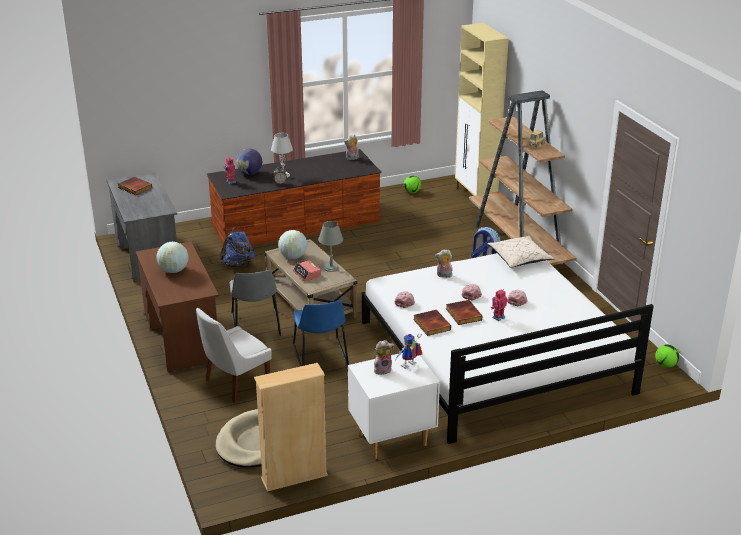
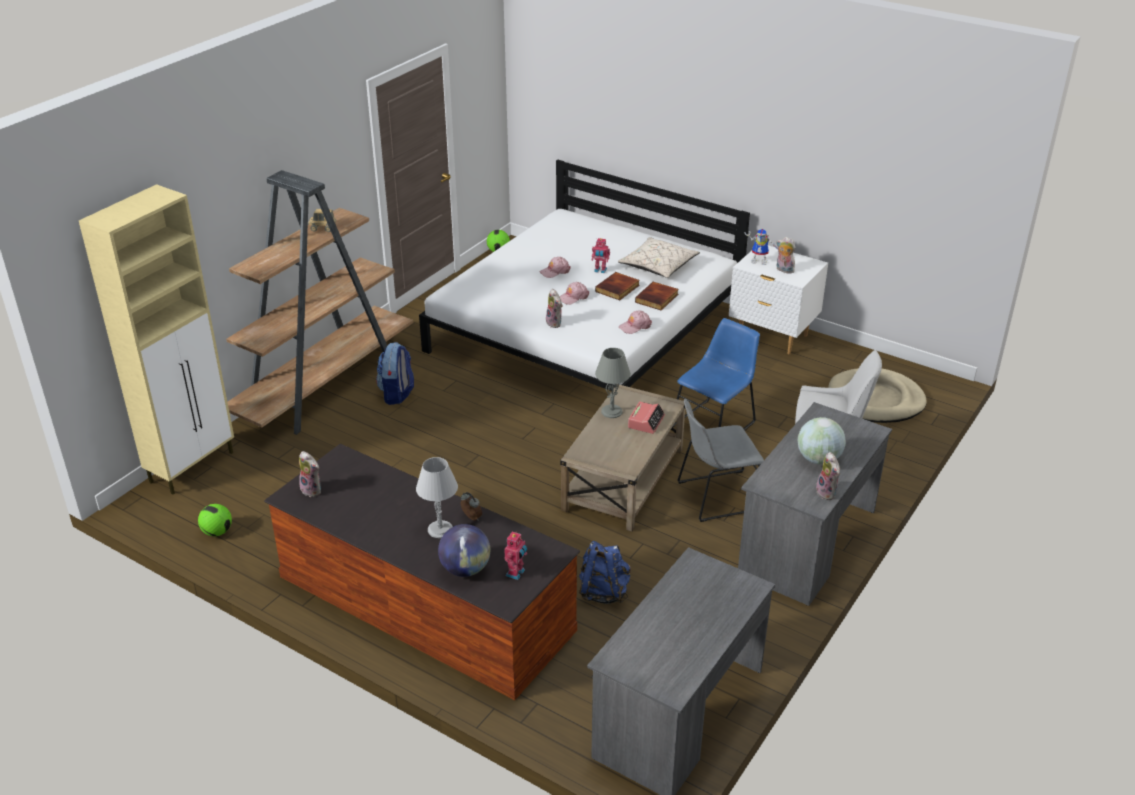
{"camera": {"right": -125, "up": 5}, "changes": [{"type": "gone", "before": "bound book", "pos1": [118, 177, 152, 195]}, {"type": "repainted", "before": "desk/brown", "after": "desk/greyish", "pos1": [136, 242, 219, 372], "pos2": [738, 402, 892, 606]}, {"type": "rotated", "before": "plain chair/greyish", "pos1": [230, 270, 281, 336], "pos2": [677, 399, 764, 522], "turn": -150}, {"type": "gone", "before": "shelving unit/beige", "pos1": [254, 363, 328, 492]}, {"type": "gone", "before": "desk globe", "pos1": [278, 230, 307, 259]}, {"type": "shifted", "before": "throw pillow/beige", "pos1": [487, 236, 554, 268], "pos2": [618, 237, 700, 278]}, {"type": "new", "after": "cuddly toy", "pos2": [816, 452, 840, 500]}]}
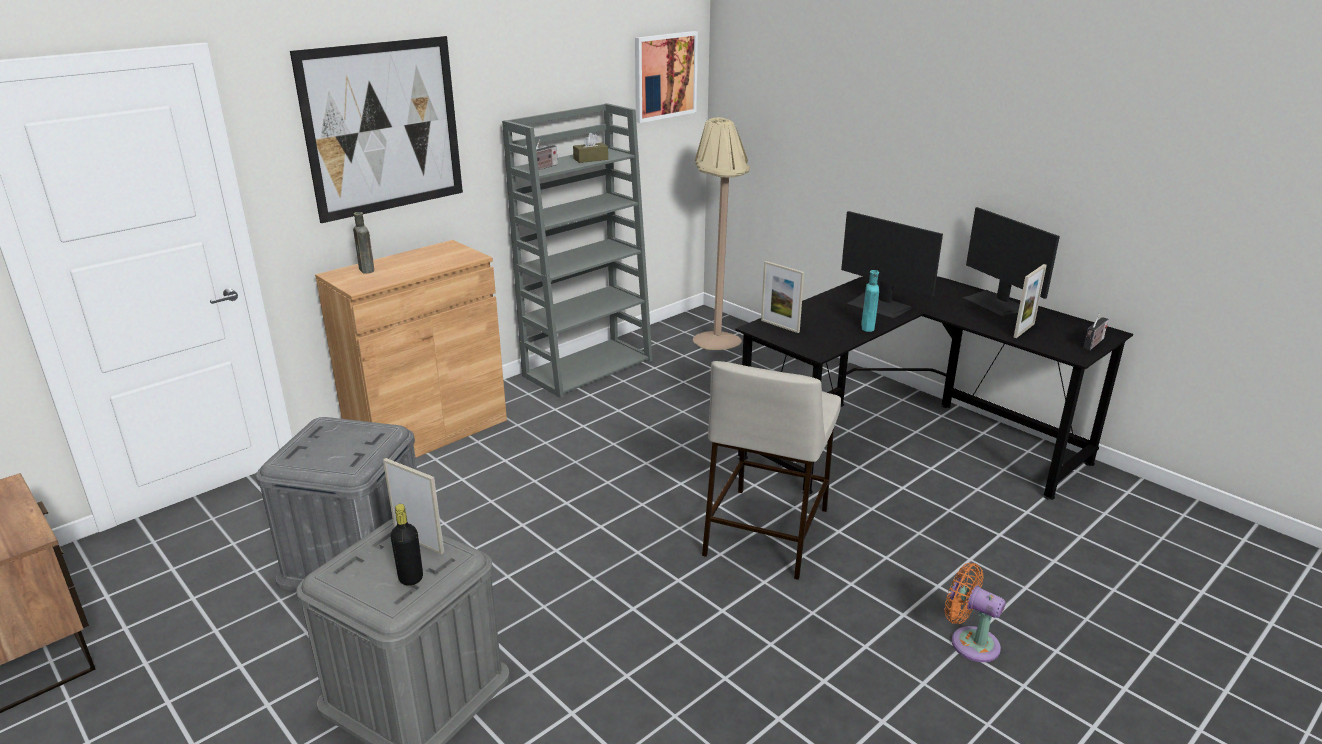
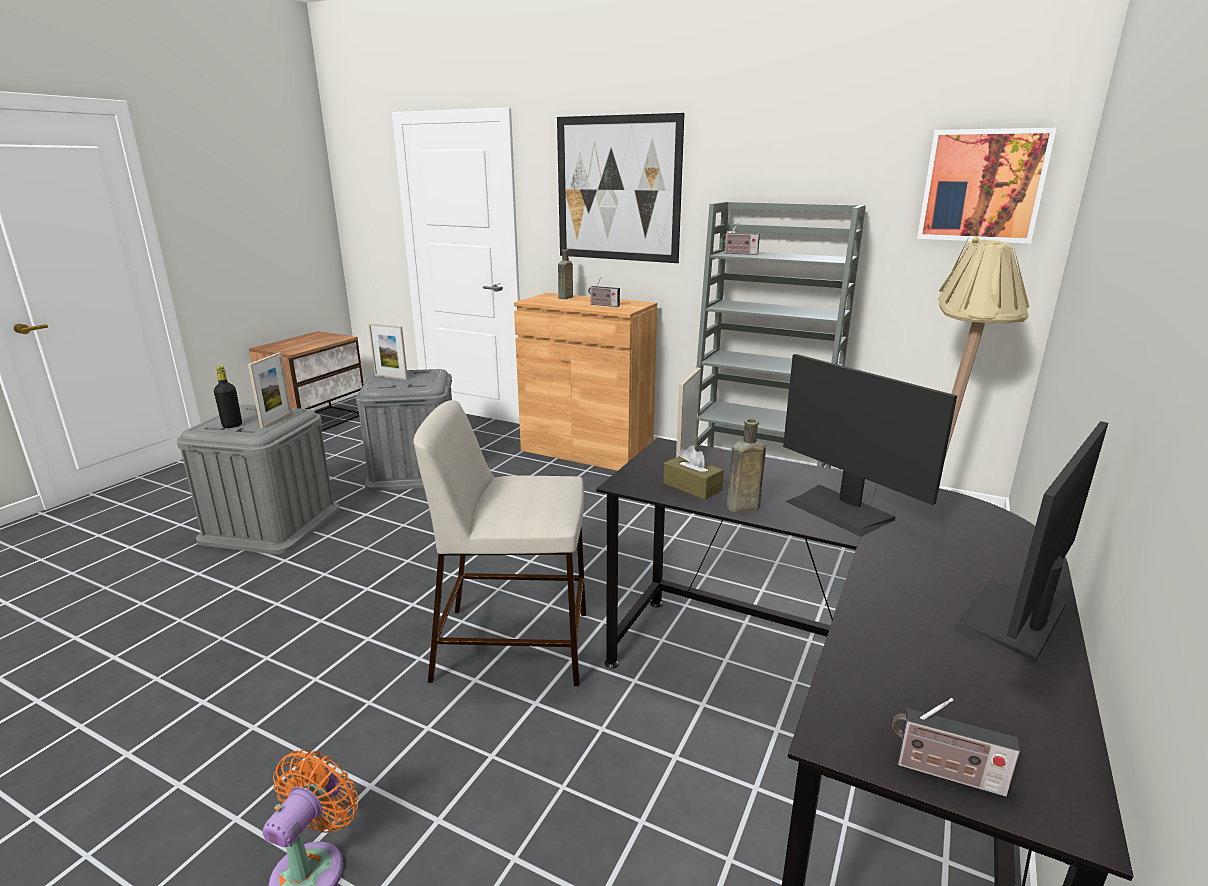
{"camera": {"right": 70, "up": -5}, "changes": [{"type": "shifted", "before": "tissue box/brown", "pos1": [573, 133, 608, 163], "pos2": [663, 445, 724, 500]}, {"type": "rotated", "before": "monitor", "pos1": [841, 211, 943, 318], "pos2": [783, 354, 957, 537], "turn": -60}, {"type": "repainted", "before": "beverage bottle/turquoise-coloured", "after": "beverage bottle/brown", "pos1": [861, 270, 879, 332], "pos2": [727, 419, 766, 513]}, {"type": "shifted", "before": "photo frame", "pos1": [1013, 264, 1047, 338], "pos2": [368, 323, 408, 380]}, {"type": "new", "after": "radio", "pos2": [588, 277, 620, 307]}]}
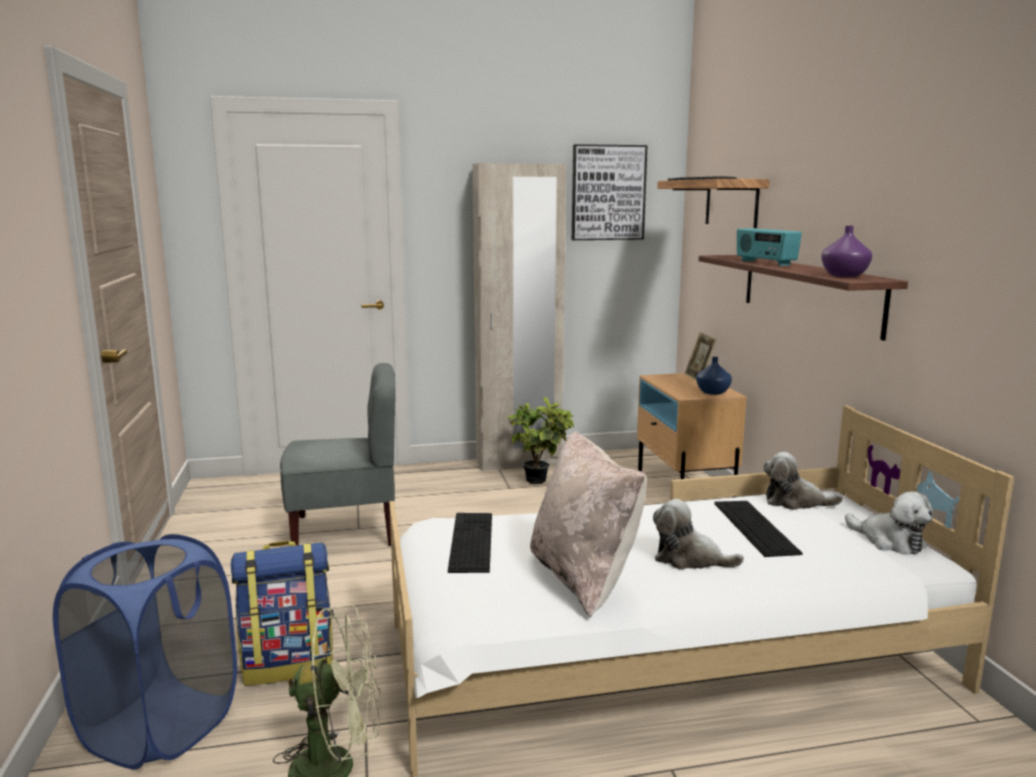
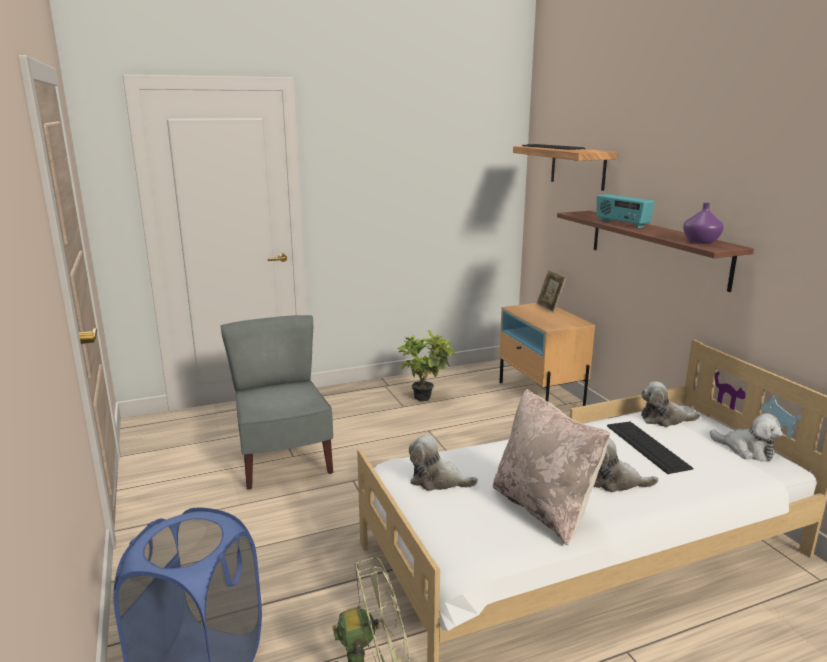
{"camera": {"right": -10, "up": 5}, "changes": [{"type": "gone", "before": "backpack", "pos1": [231, 541, 333, 685]}, {"type": "rotated", "before": "plain chair/greyish", "pos1": [280, 363, 395, 546], "pos2": [220, 315, 333, 490], "turn": -90}, {"type": "swapped", "before": "keyboard", "after": "cuddly toy", "pos1": [448, 513, 492, 573], "pos2": [409, 434, 478, 491]}, {"type": "gone", "before": "clothes cupboard/beige", "pos1": [472, 163, 566, 471]}, {"type": "gone", "before": "wall art", "pos1": [572, 144, 648, 240]}, {"type": "gone", "before": "decorative vase/blue-coloured", "pos1": [696, 357, 732, 395]}]}
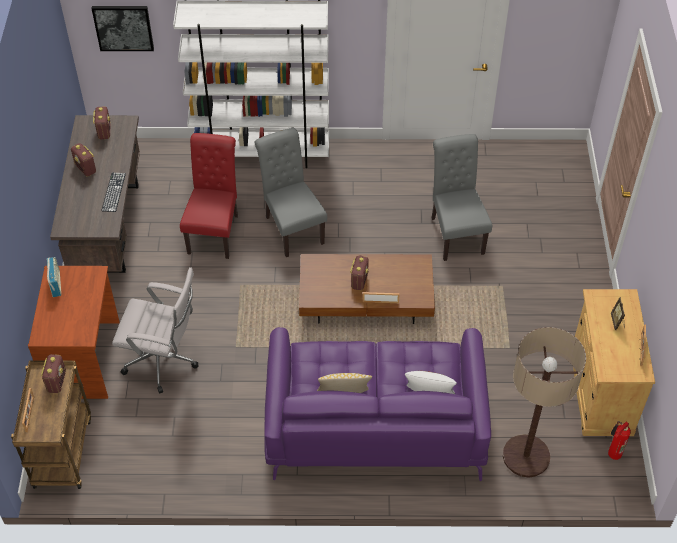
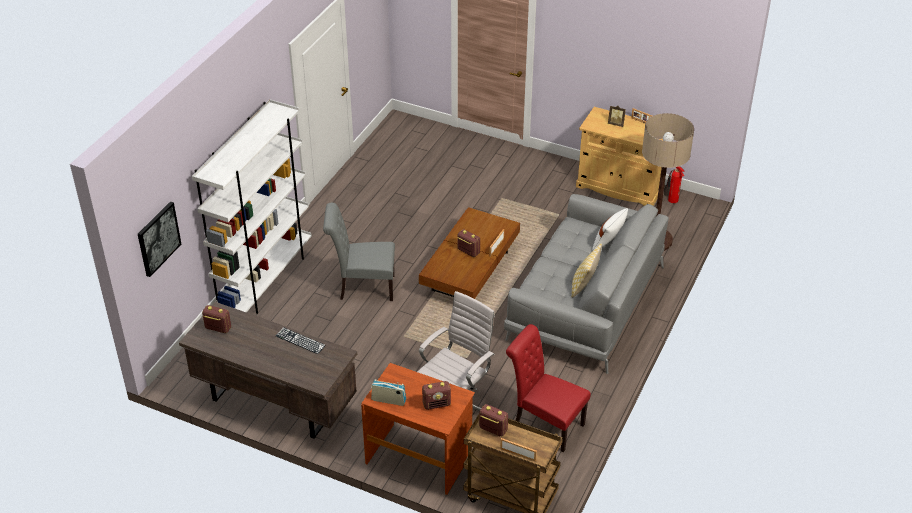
{"camera": {"right": -65, "up": -10}, "changes": [{"type": "shifted", "before": "radio", "pos1": [71, 143, 96, 177], "pos2": [422, 381, 451, 410]}, {"type": "shifted", "before": "plain chair/reddish", "pos1": [180, 133, 238, 259], "pos2": [506, 324, 591, 453]}, {"type": "repainted", "before": "couch/purple", "after": "couch/greyish", "pos1": [264, 327, 491, 481], "pos2": [504, 194, 669, 374]}, {"type": "gone", "before": "plain chair/greyish", "pos1": [432, 134, 492, 261]}]}
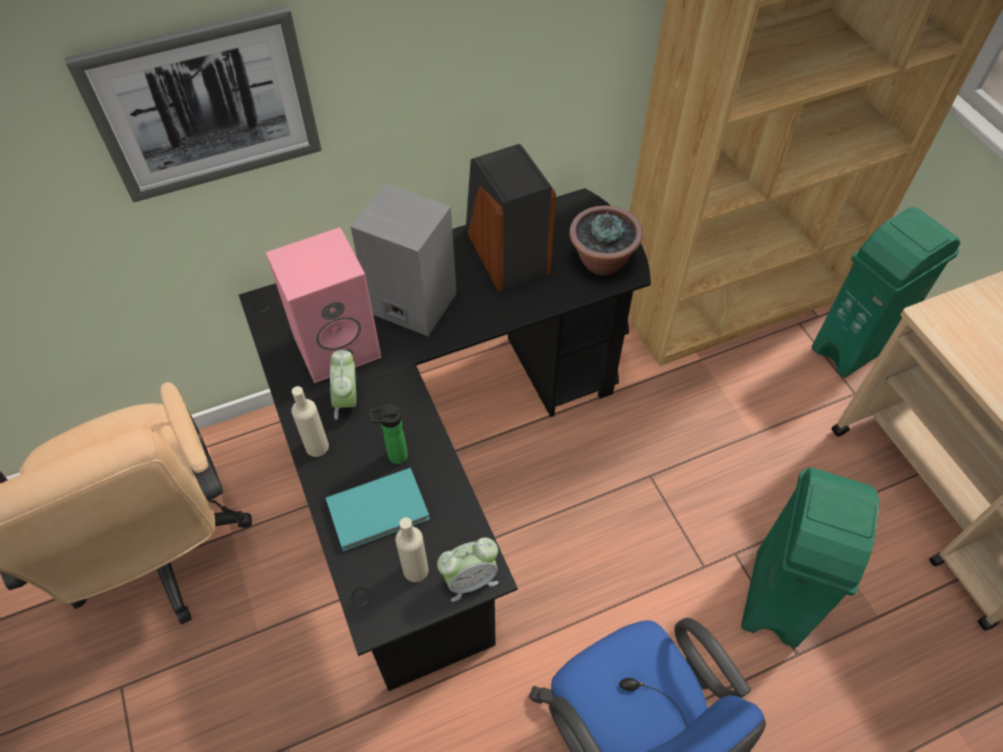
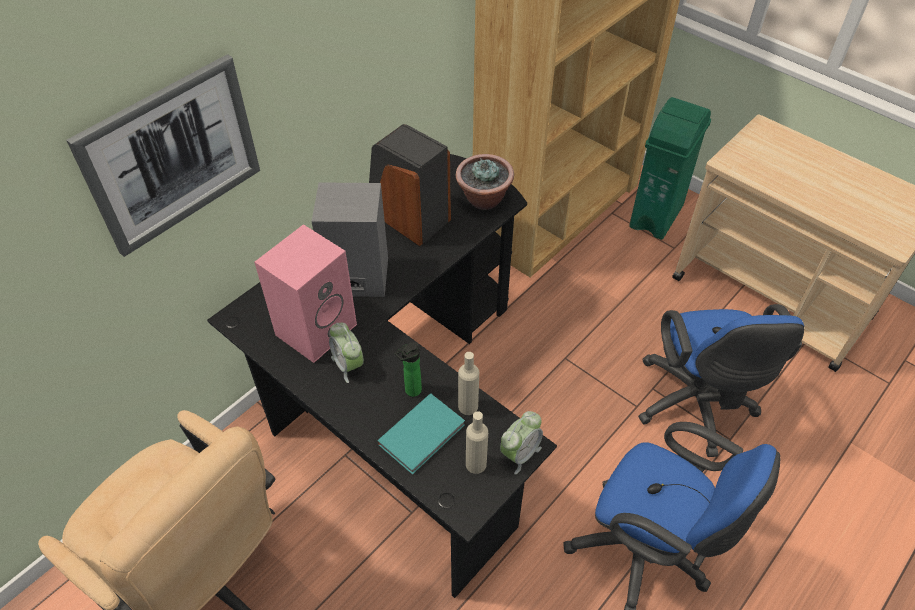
{"camera": {"right": -25, "up": -5}, "changes": [{"type": "shifted", "before": "beverage bottle/beige", "pos1": [291, 386, 329, 457], "pos2": [458, 352, 479, 415]}, {"type": "swapped", "before": "waste bin/greenish", "after": "computer chair/blue-coloured", "pos1": [741, 467, 880, 648], "pos2": [638, 304, 804, 457]}]}
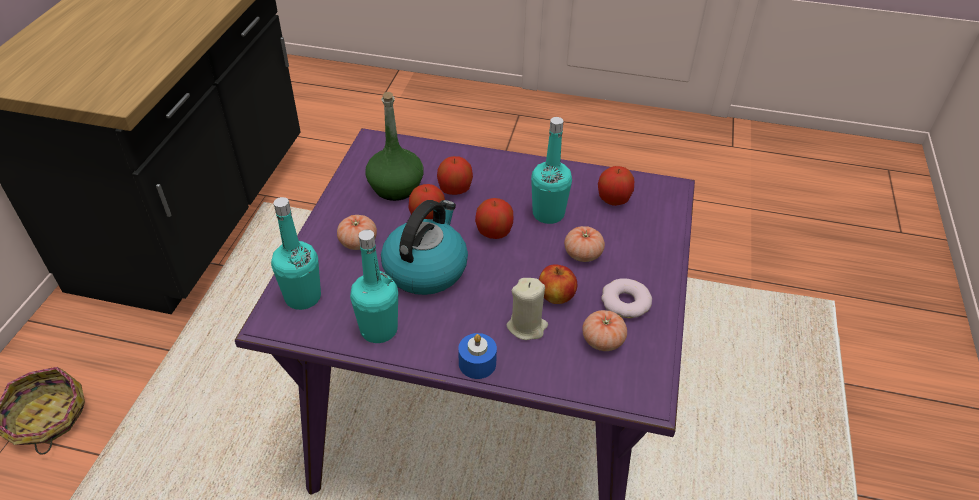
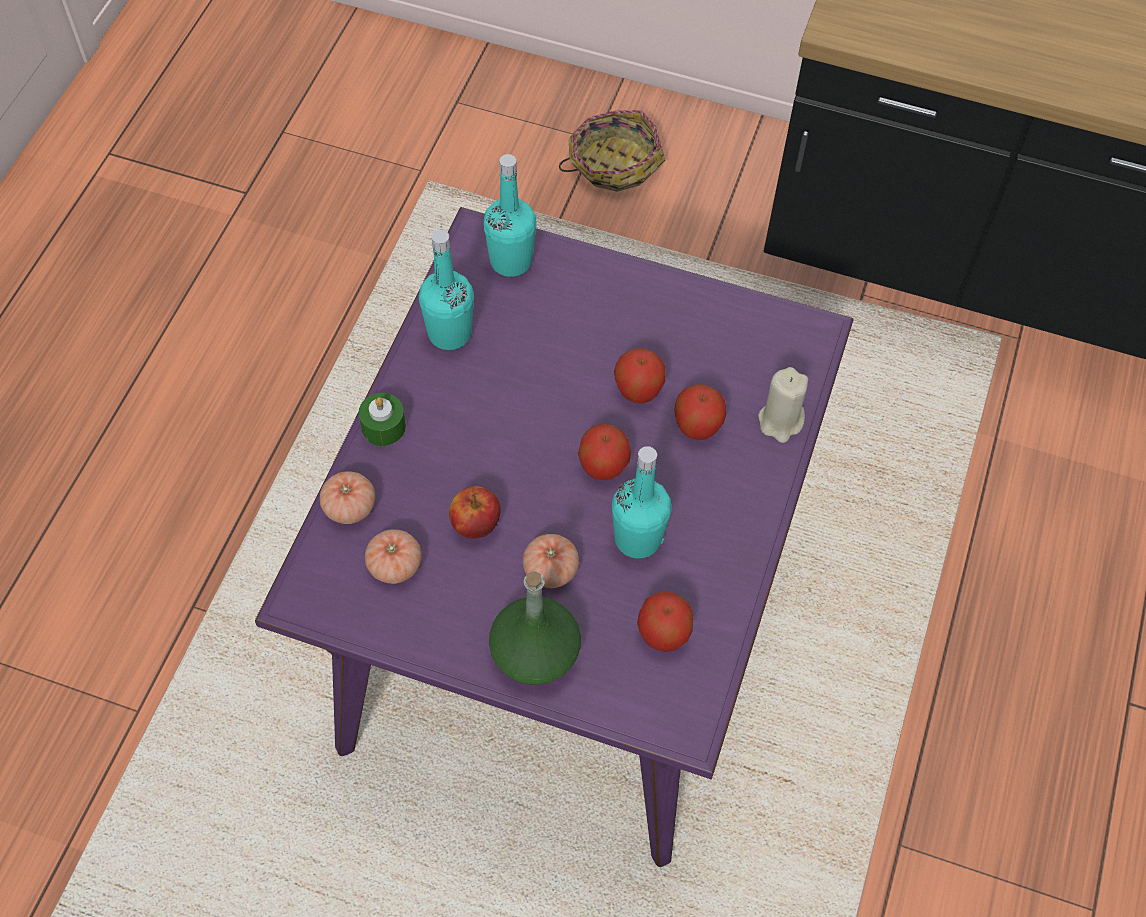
{"camera": {"right": 95, "up": 15}, "changes": [{"type": "shifted", "before": "fresh tomato", "pos1": [337, 215, 377, 250], "pos2": [320, 471, 375, 524]}, {"type": "shifted", "before": "beverage bottle/greenish", "pos1": [365, 92, 424, 201], "pos2": [489, 571, 581, 685]}, {"type": "gone", "before": "water kettle", "pos1": [381, 200, 468, 295]}, {"type": "repainted", "before": "wax candle/blue-coloured", "after": "wax candle/greenish", "pos1": [458, 333, 497, 379], "pos2": [359, 393, 406, 446]}, {"type": "shifted", "before": "wax candle/beige", "pos1": [506, 278, 548, 340], "pos2": [758, 367, 808, 443]}, {"type": "gone", "before": "doughnut", "pos1": [601, 279, 652, 318]}]}
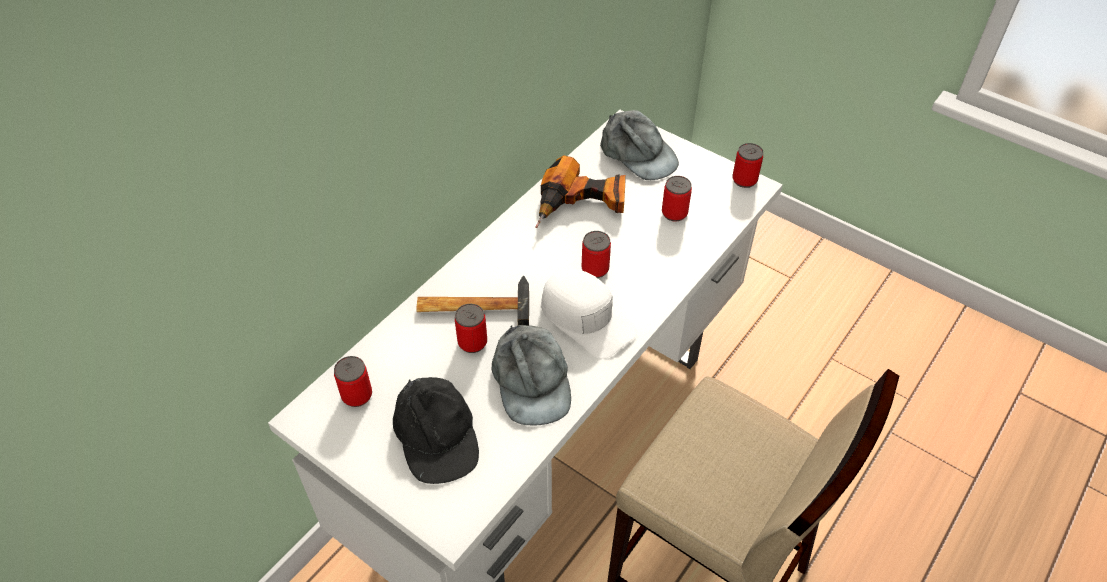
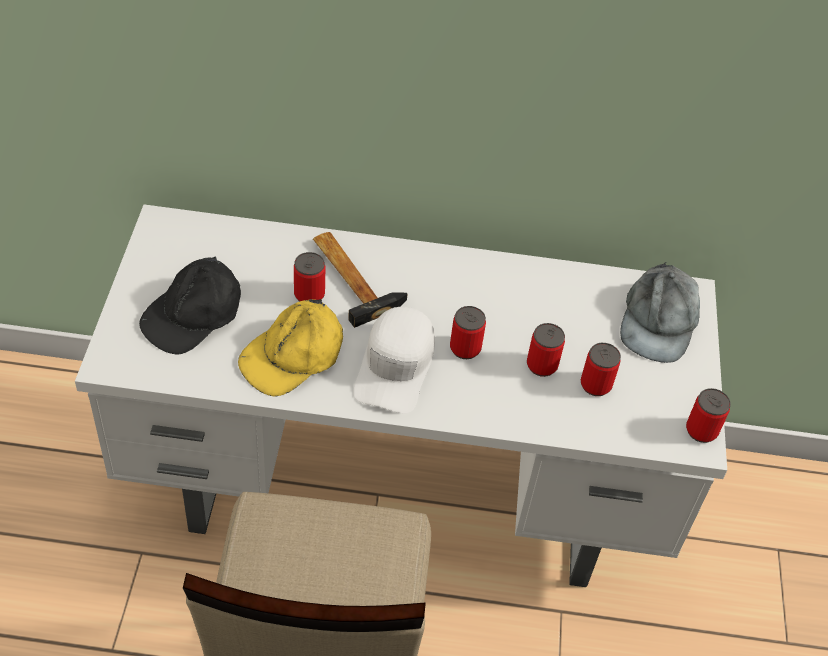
{"camera": {"right": 55, "up": 0}, "changes": [{"type": "shifted", "before": "sealed can", "pos1": [334, 356, 372, 407], "pos2": [527, 323, 565, 377]}, {"type": "repainted", "before": "baseball cap/greyish", "after": "baseball cap/yellow-coloured", "pos1": [492, 325, 571, 426], "pos2": [238, 299, 343, 397]}, {"type": "gone", "before": "drill", "pos1": [535, 155, 626, 228]}]}
